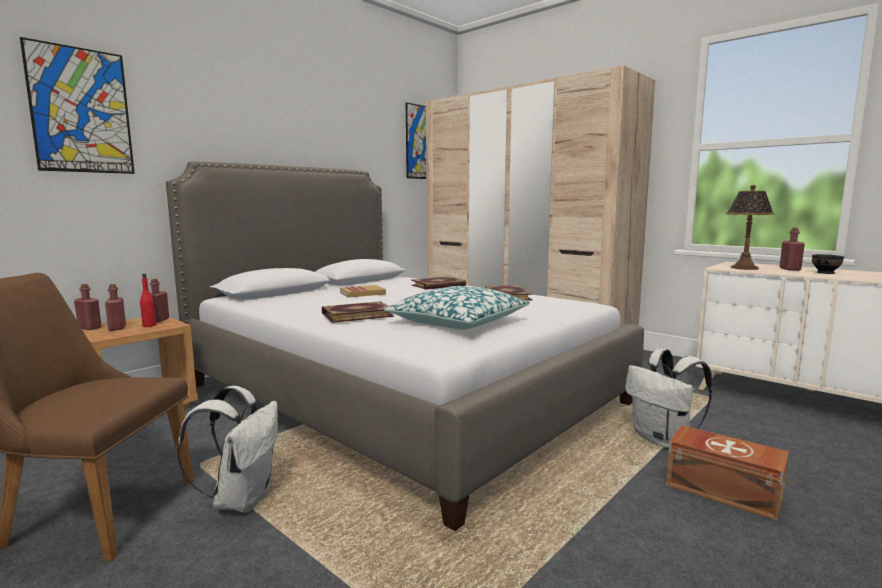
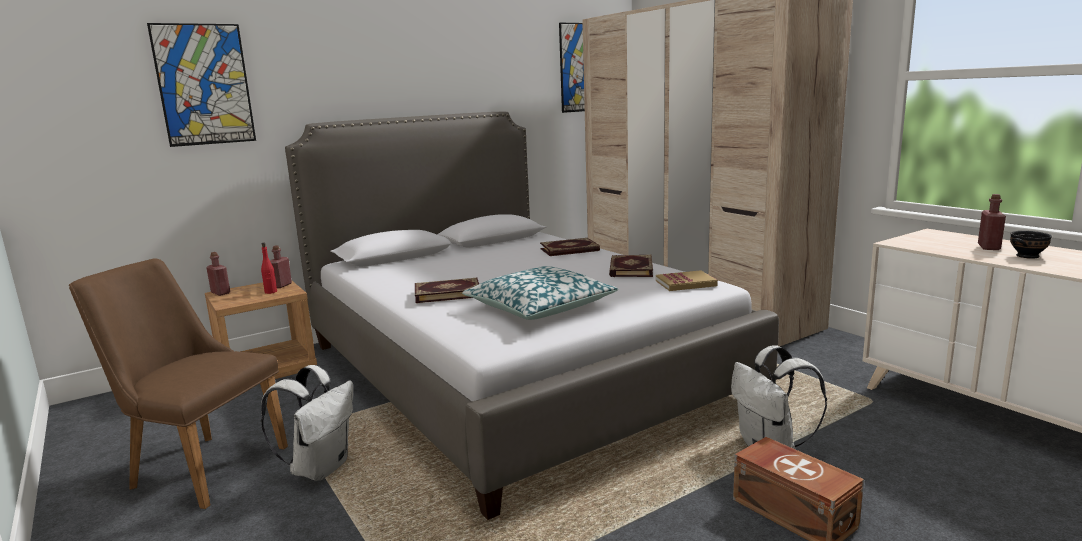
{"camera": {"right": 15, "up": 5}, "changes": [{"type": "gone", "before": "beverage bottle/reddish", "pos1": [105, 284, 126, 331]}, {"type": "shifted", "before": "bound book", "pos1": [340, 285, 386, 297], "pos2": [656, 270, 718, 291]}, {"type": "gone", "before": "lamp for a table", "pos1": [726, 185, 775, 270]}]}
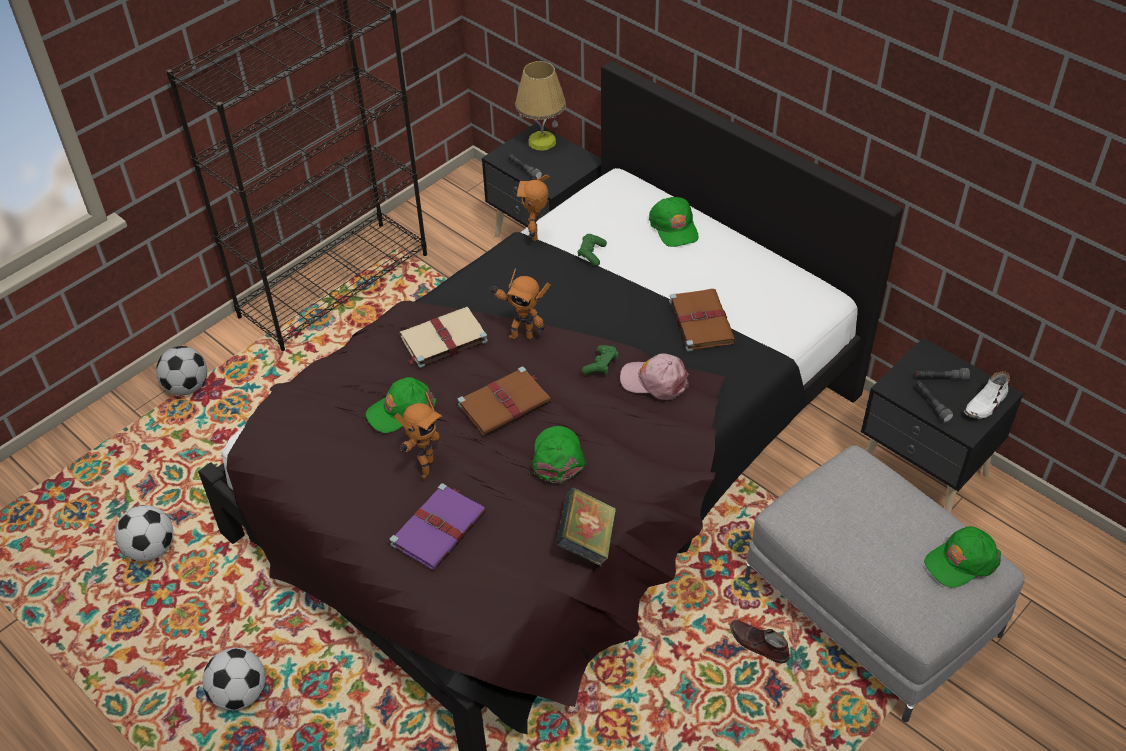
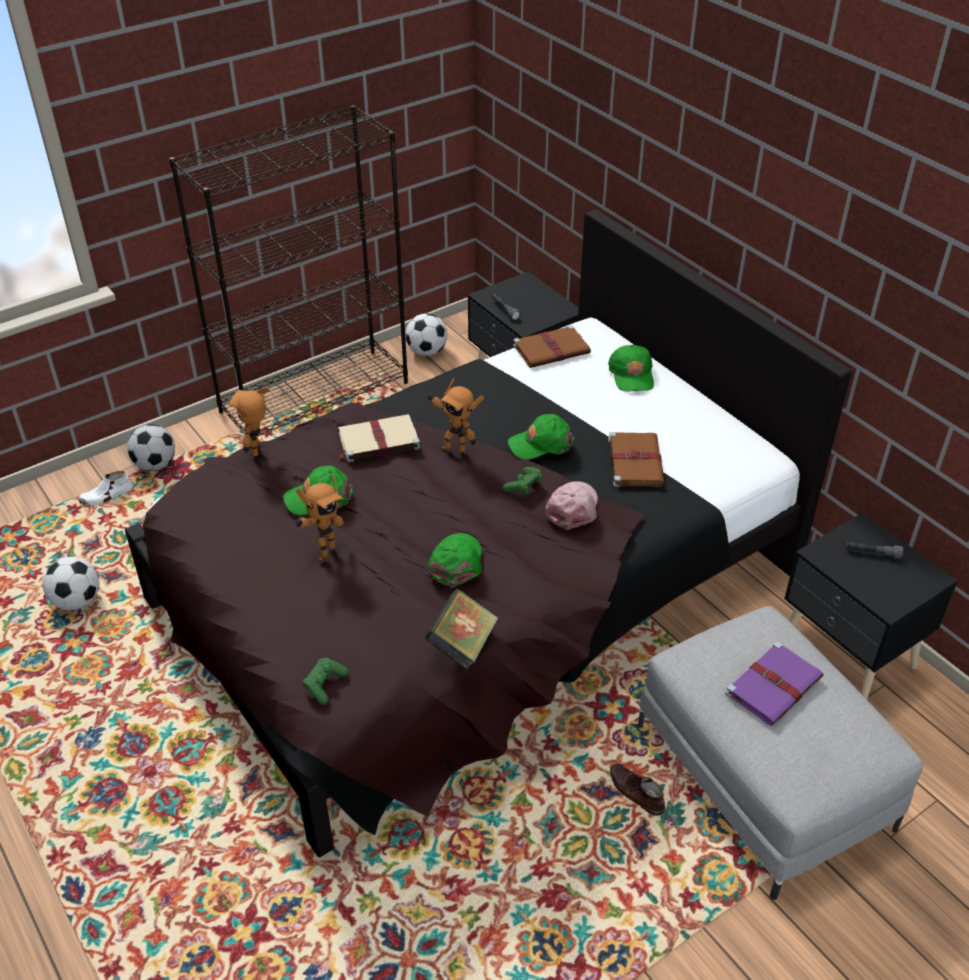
{"camera": {"right": 10, "up": -5}, "changes": [{"type": "shifted", "before": "football", "pos1": [202, 648, 266, 711], "pos2": [406, 313, 448, 356]}, {"type": "shifted", "before": "bound book/purple", "pos1": [390, 483, 486, 570], "pos2": [725, 641, 824, 726]}, {"type": "shifted", "before": "bound book/brown", "pos1": [457, 367, 551, 436], "pos2": [513, 325, 591, 368]}, {"type": "gone", "before": "lamp for a table", "pos1": [515, 61, 566, 151]}, {"type": "shifted", "before": "robot figure", "pos1": [517, 174, 550, 241], "pos2": [228, 385, 269, 457]}, {"type": "shifted", "before": "game controller/greenish", "pos1": [578, 234, 607, 266], "pos2": [303, 658, 348, 705]}, {"type": "rotated", "before": "baseball cap/pink-coloured", "pos1": [620, 354, 689, 400], "pos2": [545, 481, 598, 530], "turn": 75}, {"type": "gone", "before": "flashlight/greyish", "pos1": [915, 381, 954, 422]}, {"type": "shifted", "before": "baseball cap/greenish", "pos1": [924, 526, 1001, 588], "pos2": [508, 414, 575, 460]}, {"type": "shifted", "before": "low shoe/whitish", "pos1": [964, 371, 1010, 419], "pos2": [78, 471, 133, 505]}]}
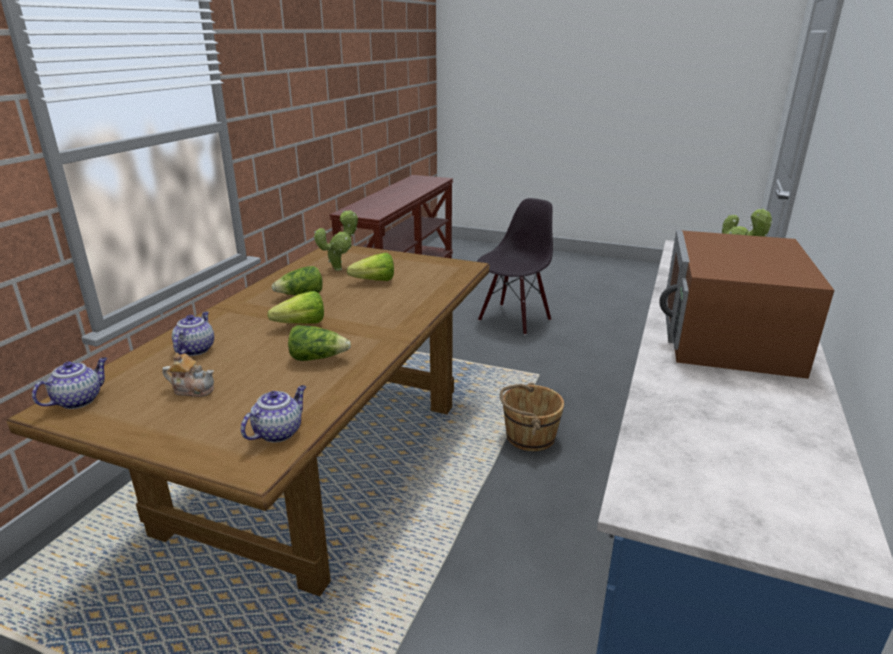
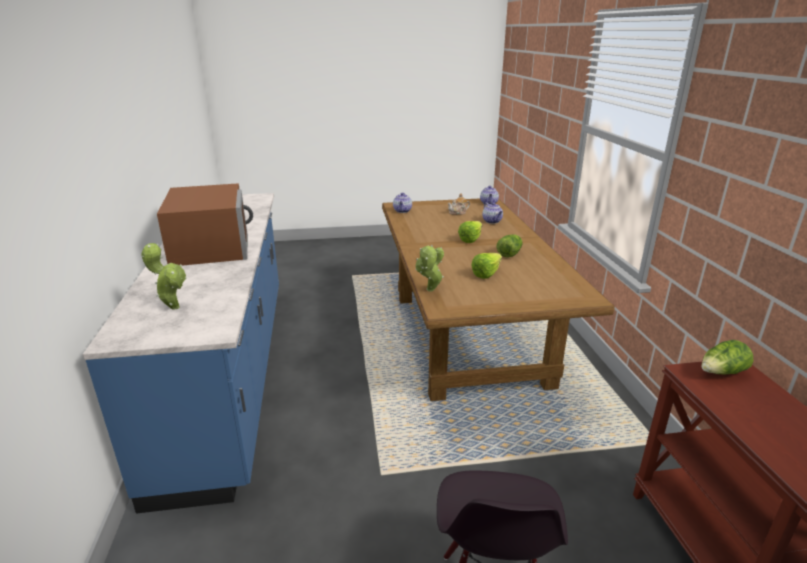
{"camera": {"right": 150, "up": 0}, "changes": [{"type": "shifted", "before": "lettuce head", "pos1": [288, 325, 351, 361], "pos2": [701, 340, 753, 374]}, {"type": "shifted", "before": "houseplant", "pos1": [314, 210, 358, 271], "pos2": [415, 245, 444, 292]}, {"type": "gone", "before": "bucket/brown", "pos1": [500, 383, 564, 451]}]}
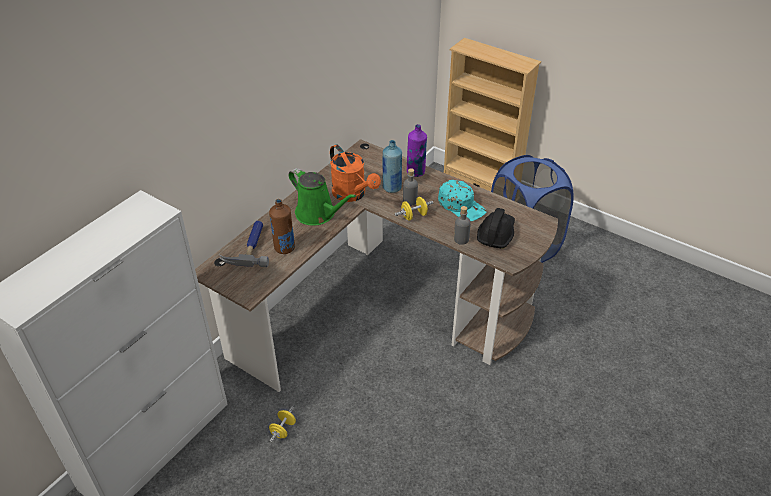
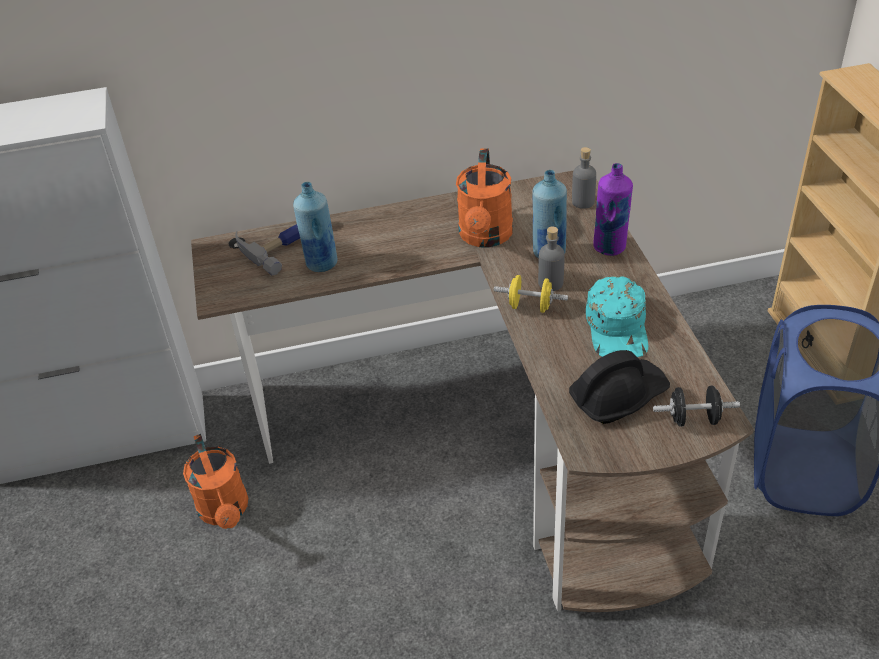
{"camera": {"right": 45, "up": 0}, "changes": [{"type": "repainted", "before": "beverage bottle/brown", "after": "beverage bottle/blue-coloured", "pos1": [269, 199, 295, 254], "pos2": [293, 182, 337, 272]}, {"type": "swapped", "before": "free weight/yellow-coloured", "after": "sprinkling can/orange", "pos1": [269, 407, 296, 443], "pos2": [183, 434, 248, 529]}, {"type": "gone", "before": "sprinkling can/greenish", "pos1": [288, 168, 356, 226]}, {"type": "shifted", "before": "beverage bottle/greyish", "pos1": [454, 206, 471, 245], "pos2": [572, 147, 596, 209]}, {"type": "new", "after": "free weight/black-coloured", "pos2": [653, 386, 740, 427]}]}
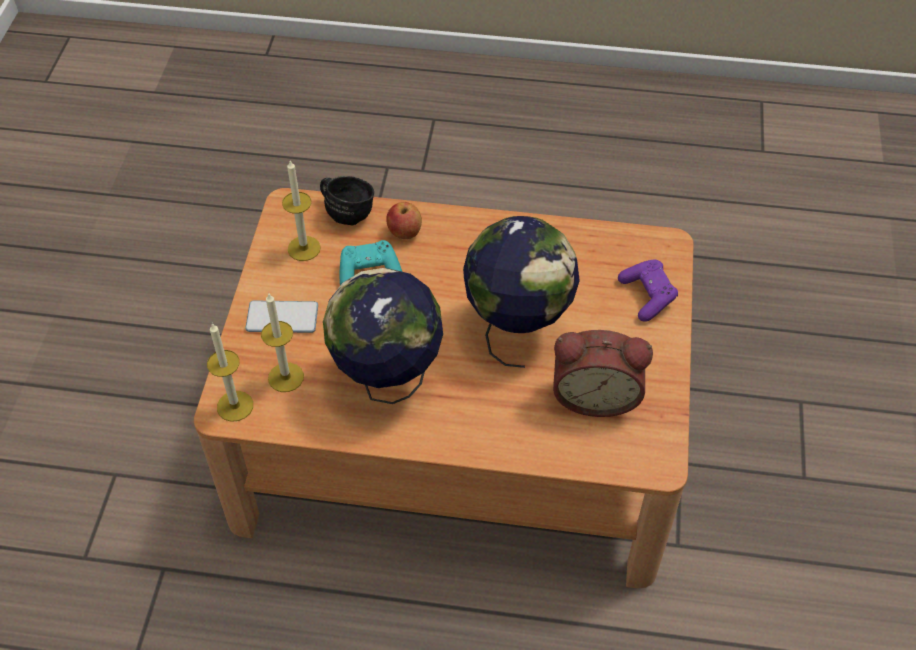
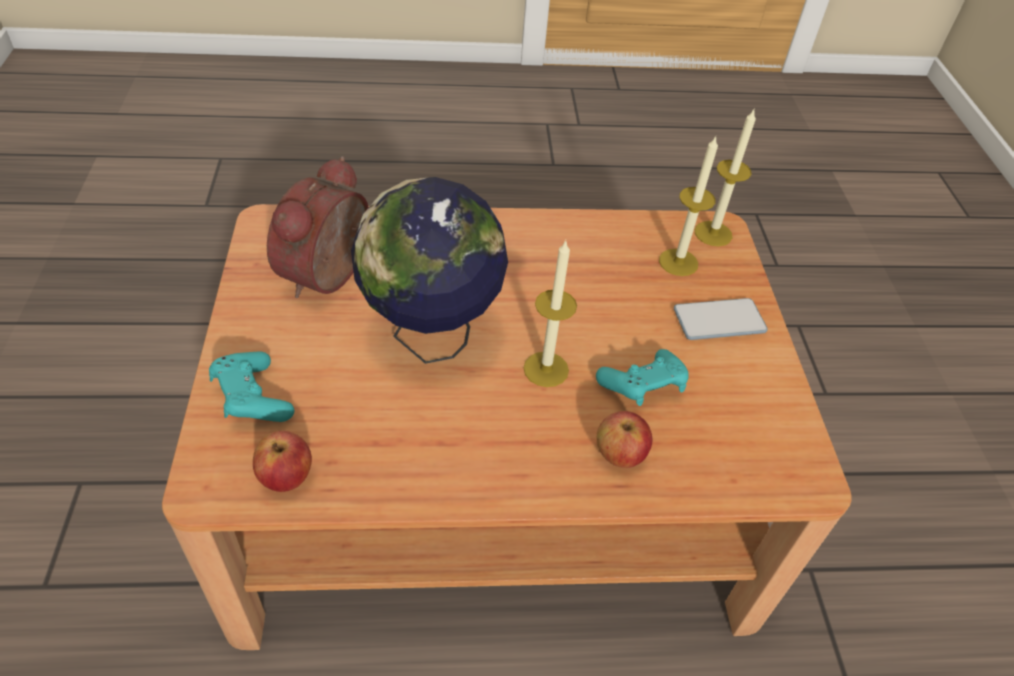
{"camera": {"right": 165, "up": -5}, "changes": [{"type": "shifted", "before": "wax candle", "pos1": [282, 161, 321, 261], "pos2": [524, 240, 577, 387]}, {"type": "gone", "before": "coffee mug/black-coloured", "pos1": [320, 176, 374, 226]}, {"type": "gone", "before": "desk globe", "pos1": [323, 268, 443, 404]}, {"type": "rotated", "before": "bedside clock", "pos1": [553, 330, 653, 417], "pos2": [267, 156, 369, 298], "turn": -60}, {"type": "repainted", "before": "game controller/purple", "after": "game controller/turquoise-coloured", "pos1": [618, 260, 678, 322], "pos2": [209, 352, 294, 422]}, {"type": "new", "after": "whole apple", "pos2": [253, 431, 312, 492]}]}
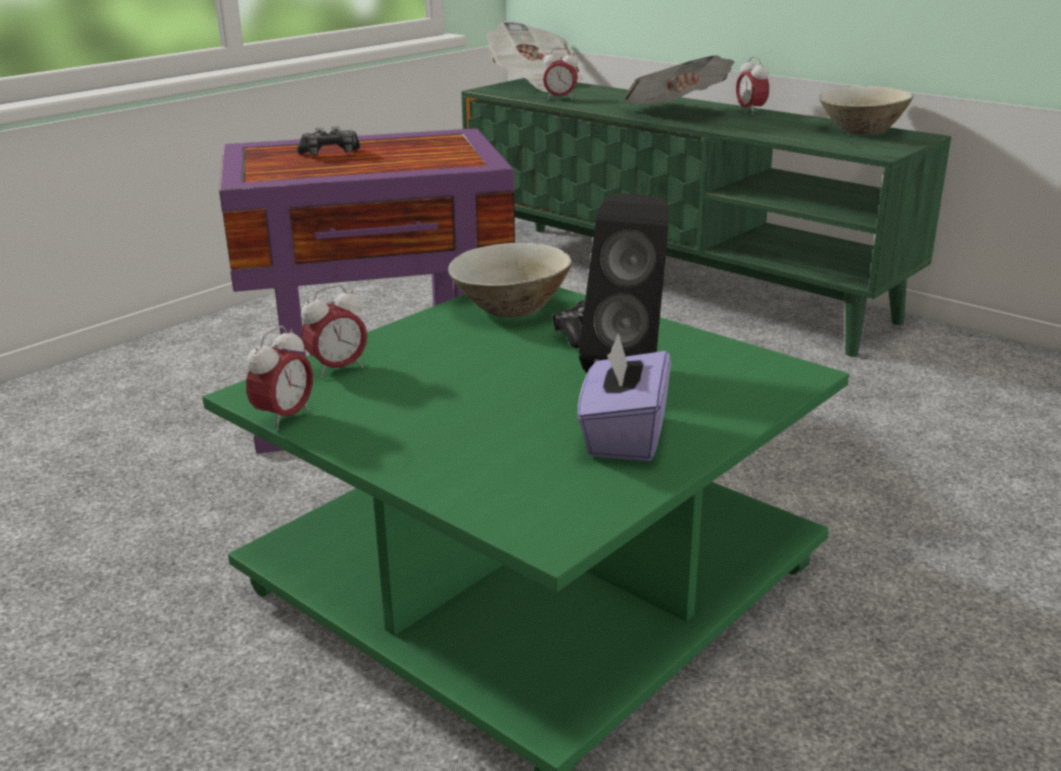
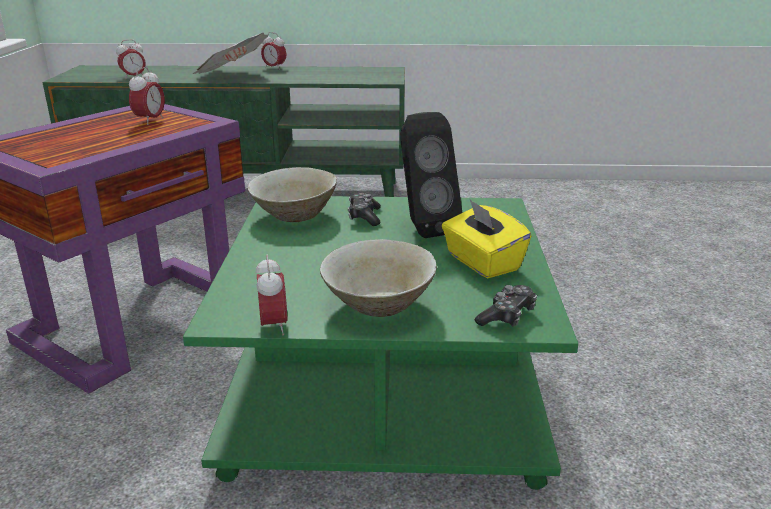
{"camera": {"right": -40, "up": 0}, "changes": [{"type": "shifted", "before": "game controller", "pos1": [297, 126, 360, 155], "pos2": [475, 285, 537, 327]}, {"type": "shifted", "before": "bedside clock", "pos1": [301, 285, 367, 378], "pos2": [129, 67, 165, 125]}, {"type": "gone", "before": "newspaper", "pos1": [486, 21, 584, 93]}, {"type": "repainted", "before": "tissue box/purple", "after": "tissue box/yellow-coloured", "pos1": [578, 333, 671, 461], "pos2": [442, 198, 531, 278]}, {"type": "shifted", "before": "serving bowl/beige", "pos1": [819, 86, 913, 135], "pos2": [320, 239, 437, 317]}]}
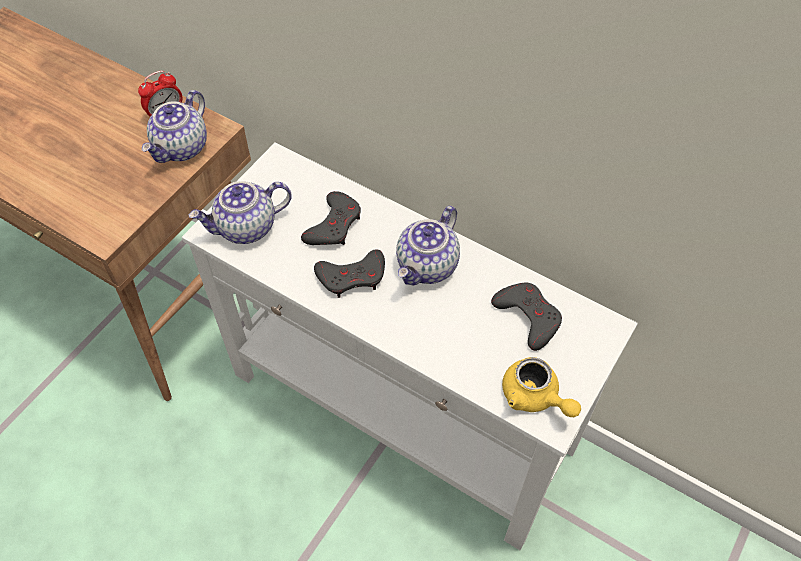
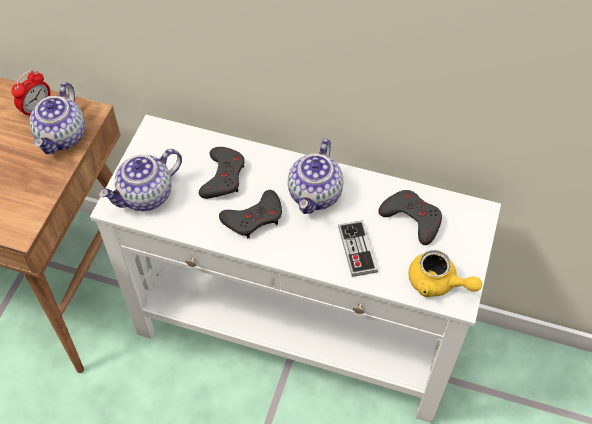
{"camera": {"right": -15, "up": 0}, "changes": [{"type": "new", "after": "game controller", "pos2": [338, 220, 378, 277]}]}
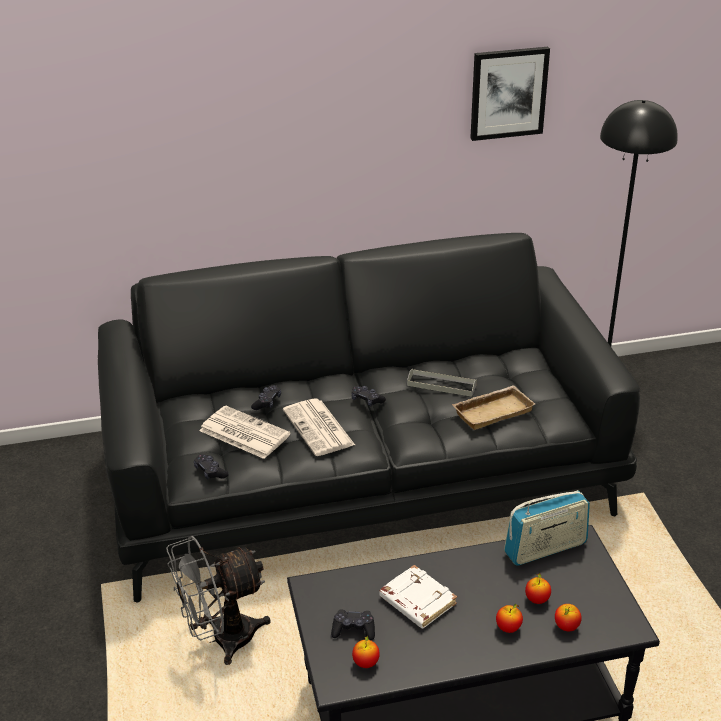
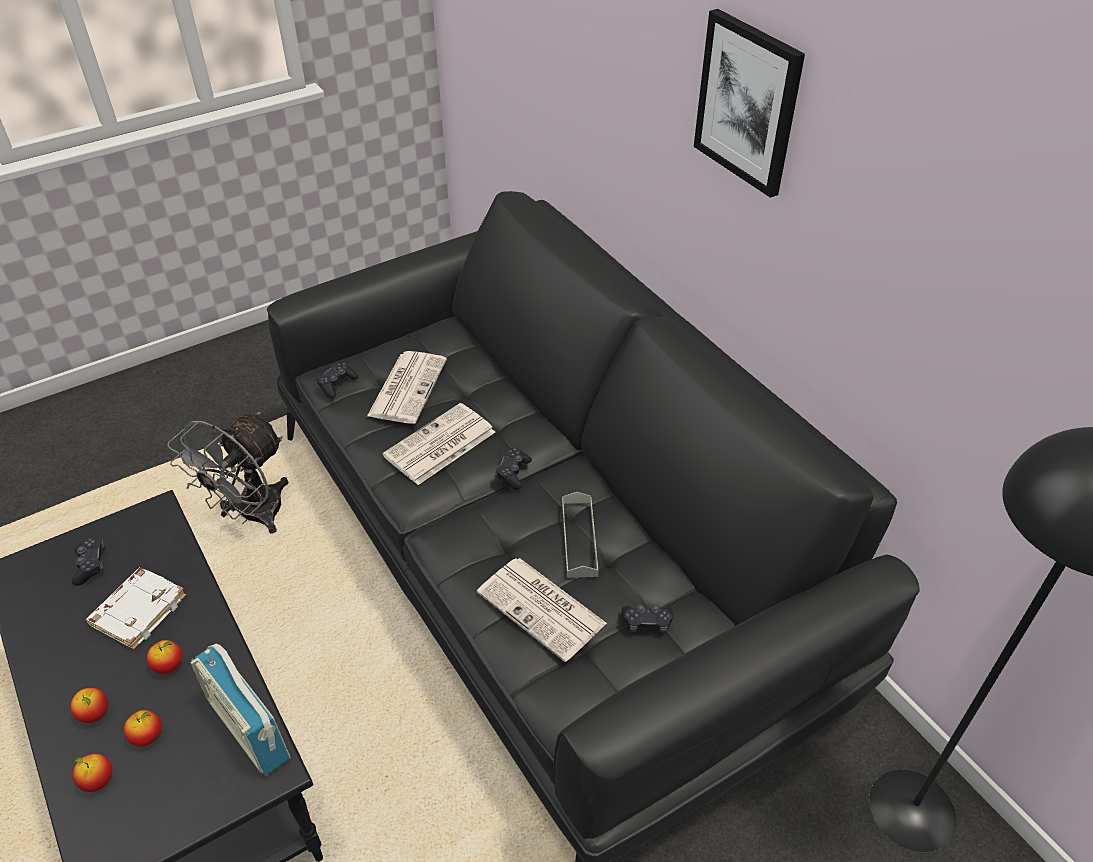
{"camera": {"right": 70, "up": 10}, "changes": [{"type": "rotated", "before": "fan/greyish", "pos1": [166, 535, 271, 665], "pos2": [168, 412, 289, 533], "turn": -105}, {"type": "shifted", "before": "game controller/black-coloured", "pos1": [251, 385, 281, 410], "pos2": [621, 605, 673, 633]}, {"type": "shifted", "before": "whole apple", "pos1": [352, 636, 380, 668], "pos2": [147, 640, 182, 674]}, {"type": "swapped", "before": "carrying tray/beige", "after": "newspaper", "pos1": [452, 385, 535, 430], "pos2": [477, 558, 607, 662]}, {"type": "shifted", "before": "wall art", "pos1": [470, 47, 550, 141], "pos2": [694, 9, 805, 198]}]}
